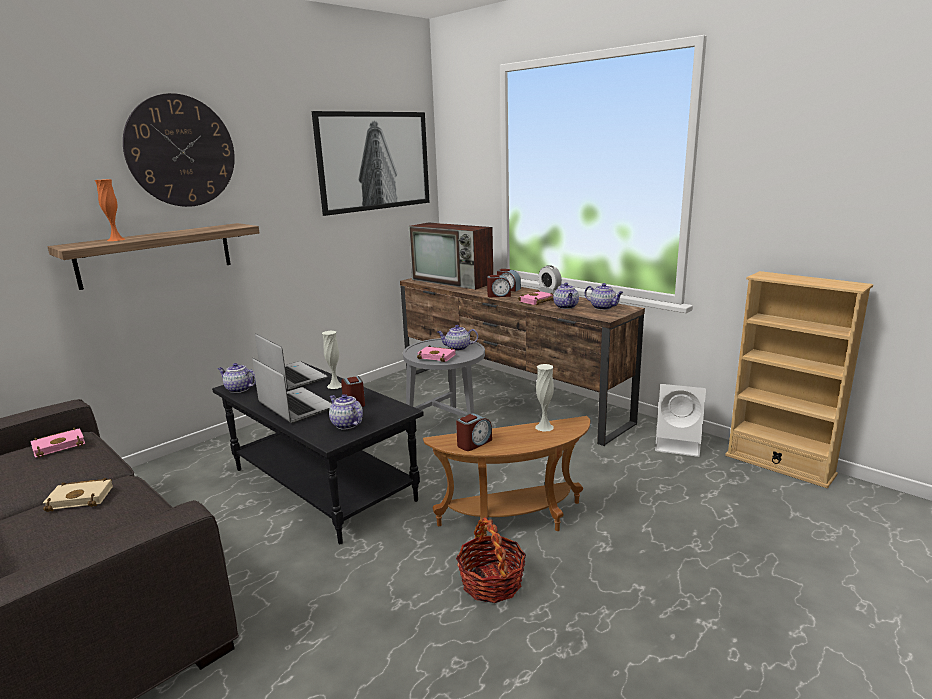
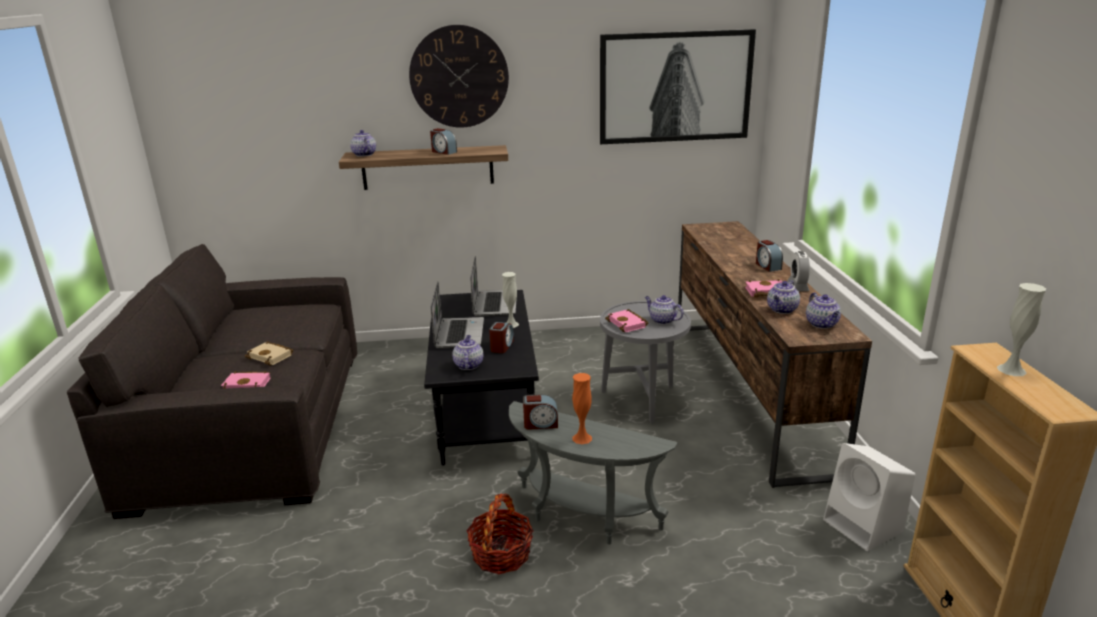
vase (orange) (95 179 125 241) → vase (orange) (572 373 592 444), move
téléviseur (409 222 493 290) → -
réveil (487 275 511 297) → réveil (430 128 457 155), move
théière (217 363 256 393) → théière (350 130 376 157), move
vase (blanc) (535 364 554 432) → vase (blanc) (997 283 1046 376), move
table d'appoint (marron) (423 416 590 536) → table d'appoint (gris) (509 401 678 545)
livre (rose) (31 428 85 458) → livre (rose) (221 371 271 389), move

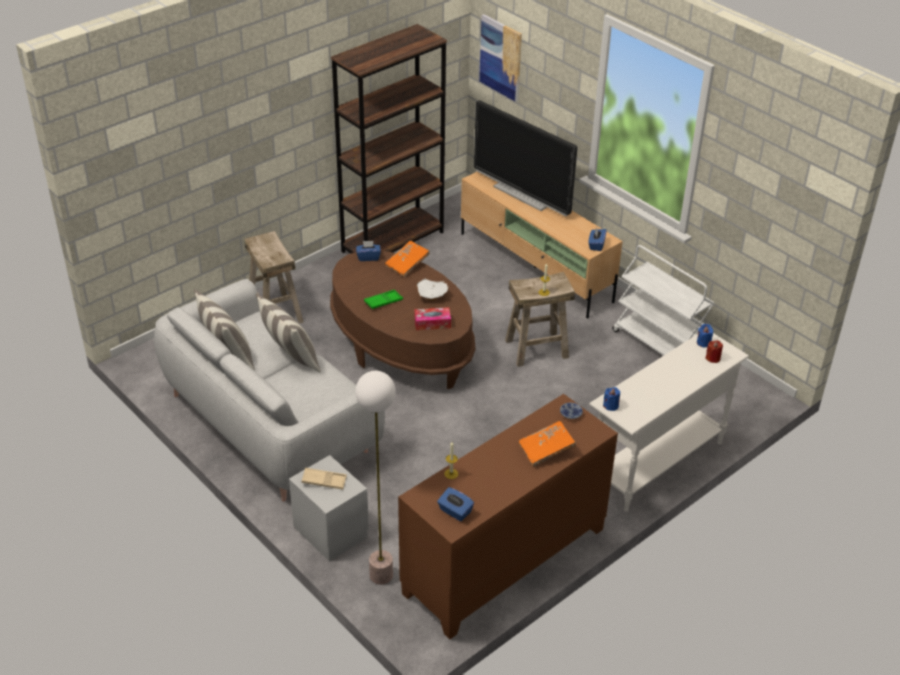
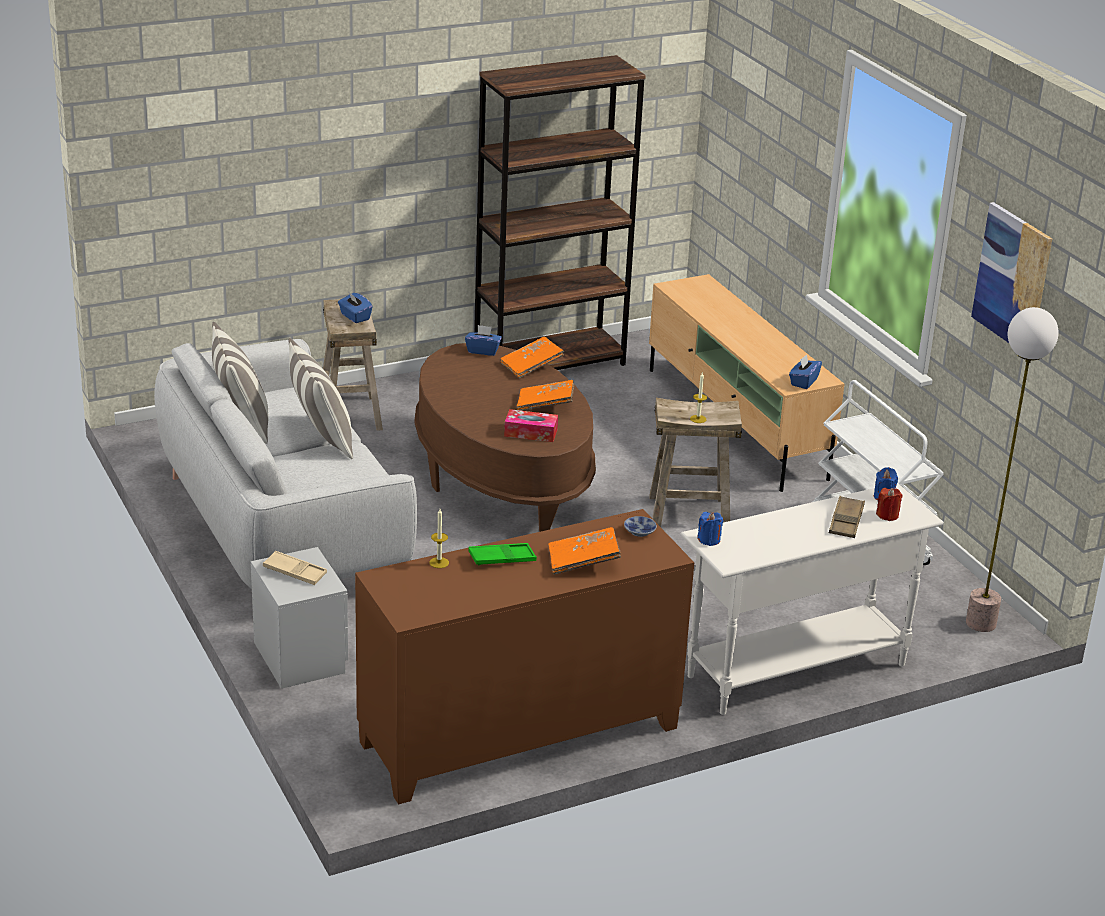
tableau (479 14 522 102) → tableau (971 202 1052 343), move
téléviseur (474 100 578 216) → -
bol (blanc) (416 278 448 301) → livre (orange) (517 380 574 411)
plateau (vert) (364 290 403 309) → plateau (vert) (468 543 537 566), move
lampadaire (355 371 396 585) → lampadaire (966 307 1059 632), move
boîte à mouchoirs (bleu) (437 487 474 521) → boîte à mouchoirs (bleu) (338 291 373 323), move
- → plateau (marron) (829 496 865 538)

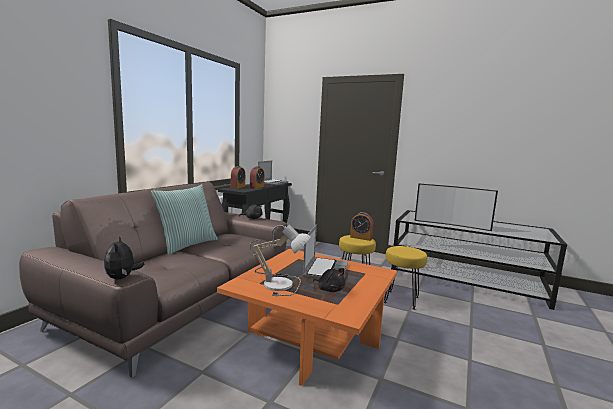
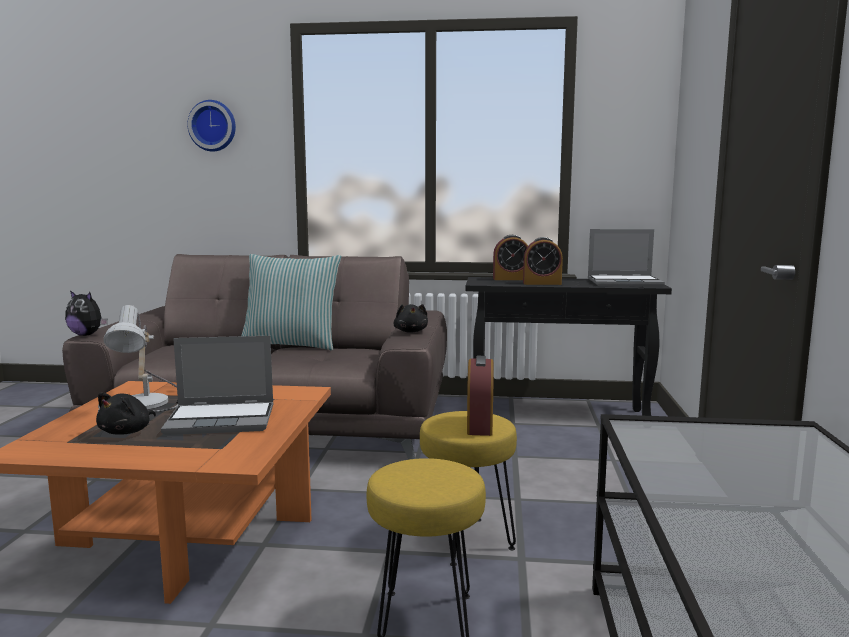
téléviseur (415 184 498 231) → -
peluche (104 236 144 279) → peluche (65 290 108 336), 120 degrees counterclockwise
- → horloge murale (187 100 236 152)

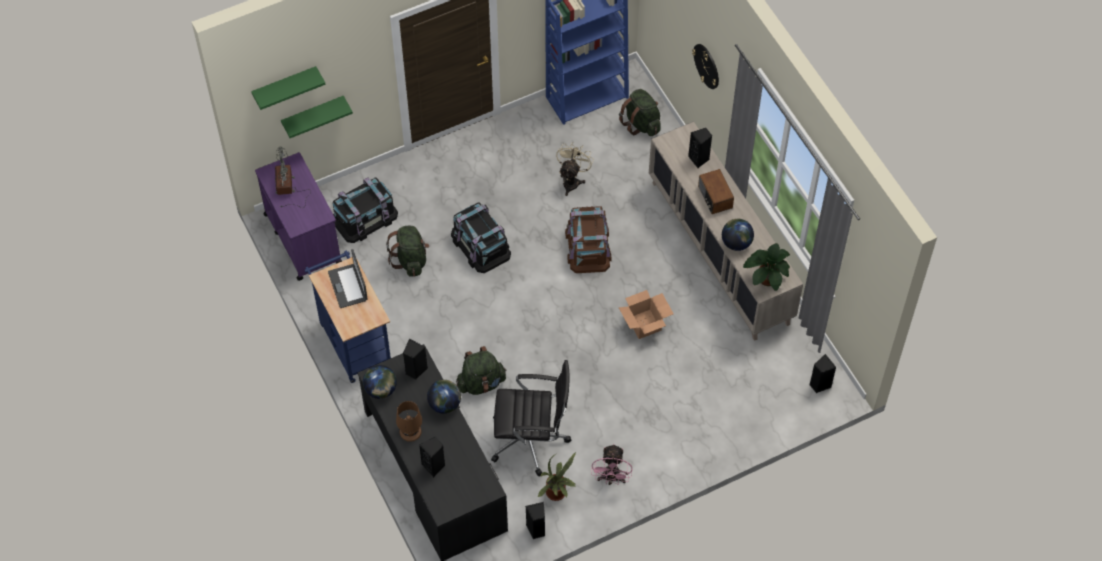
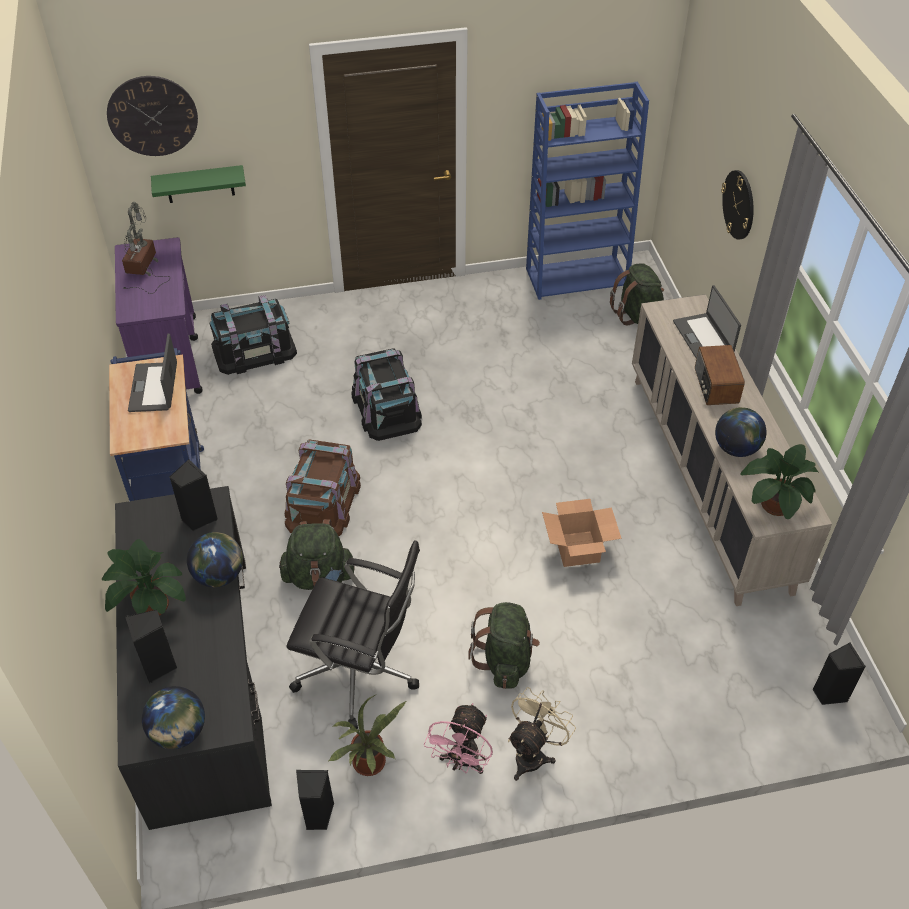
étagère (vert) (251 66 326 110) → horloge murale (107 76 198 156)
enceinte (noir) (688 128 712 168) → ordinateur portable (673 285 741 359)
ventilateur (beige) (556 142 594 196) → ventilateur (beige) (508 687 576 781), move
boîte de rangement (marron) (565 206 612 273) → boîte de rangement (marron) (285 439 361 536), move
sac à dos (vert) (386 226 429 277) → sac à dos (vert) (468 602 540 689), move
globe (363 365 397 399) → globe (142 686 205 749), move
lampe de table (marron) (396 401 422 442) → plante en pot (102 539 186 616)

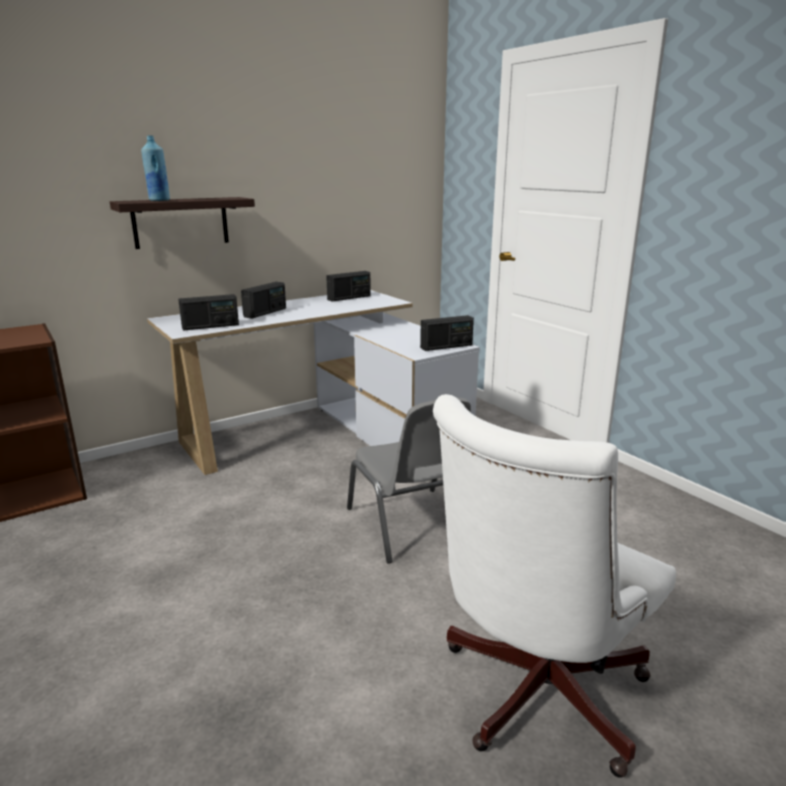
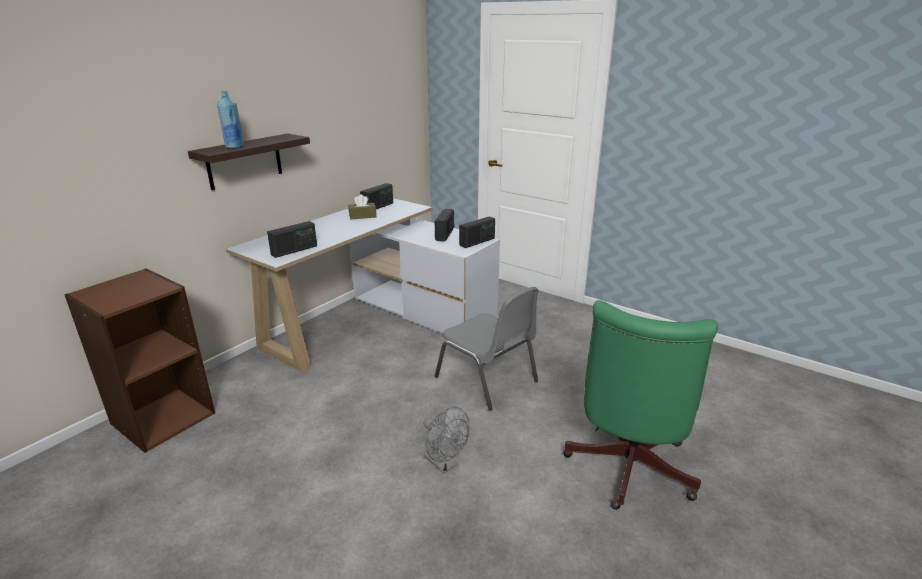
radio (241 282 286 319) → radio (435 209 454 242), move
chaise de bureau (blanc) (433 394 676 778) → chaise de bureau (vert) (563 300 718 510)
- → boîte à mouchoirs (marron) (348 195 376 219)
- → ventilateur (gris) (423 407 470 474)

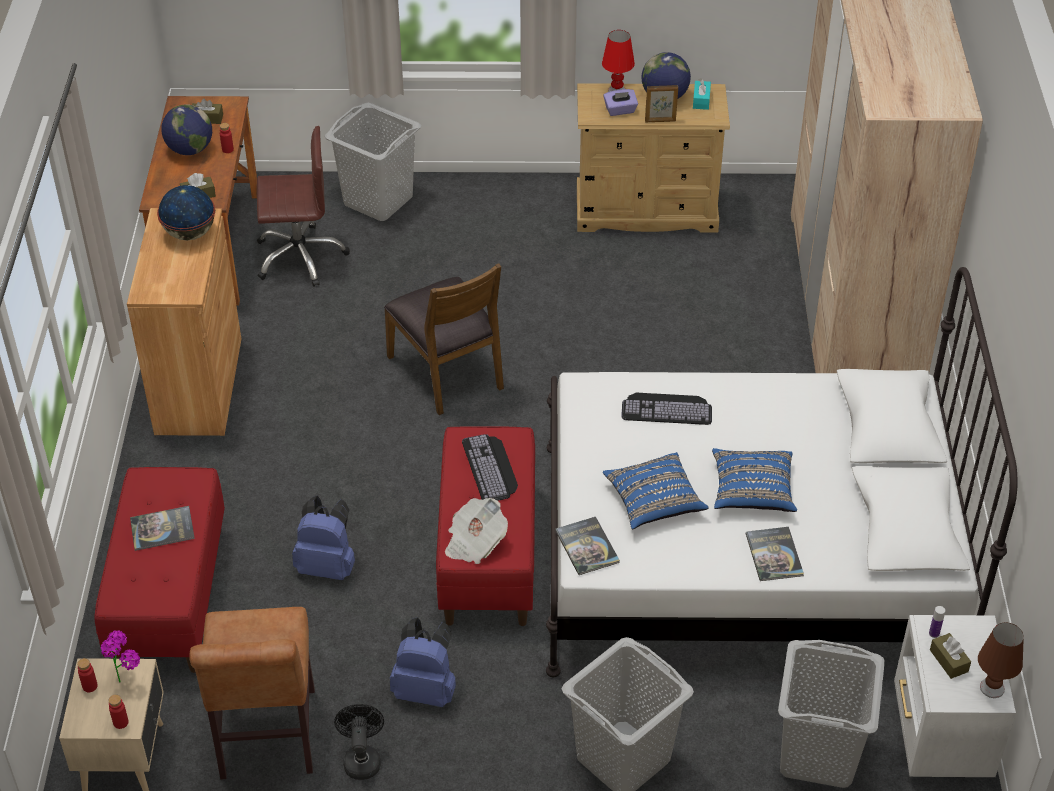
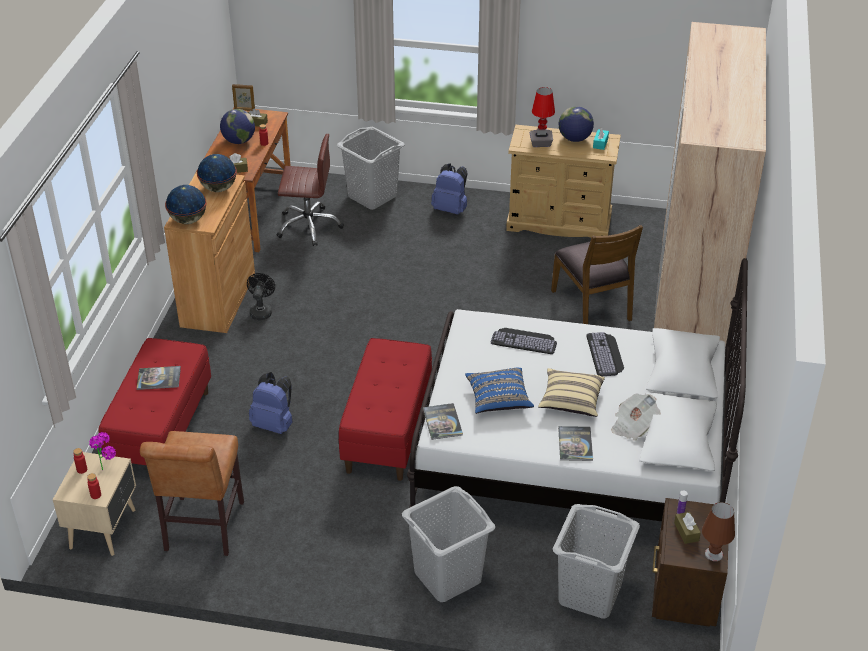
cadre photo (645 85 678 122) → cadre photo (232 84 255 111), move
boîte à mouchoirs (violet) (603 89 638 116) → boîte à mouchoirs (gris) (530 129 553 147)
chaise (marron) (384 263 504 415) → chaise (marron) (551 225 643 324), move
clavier (462 434 518 501) → clavier (586 332 624 376), move
coussin (bleu) (712 448 797 512) → coussin (beige) (538 368 605 417)
journal (445 498 508 564) → journal (611 393 661 441), move
table de chevet (blanc) (894 615 1016 777) → table de chevet (marron) (652 498 728 627)
sac à dos (bleu) (390 617 456 707) → sac à dos (bleu) (431 163 468 215), move
ventilateur (noir) (334 704 384 780) → ventilateur (noir) (247 273 275 320), move
- → globe (165 185 207 224)

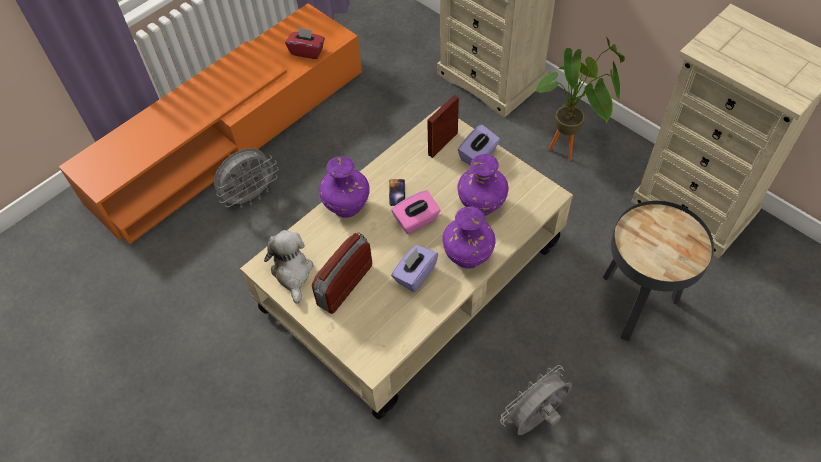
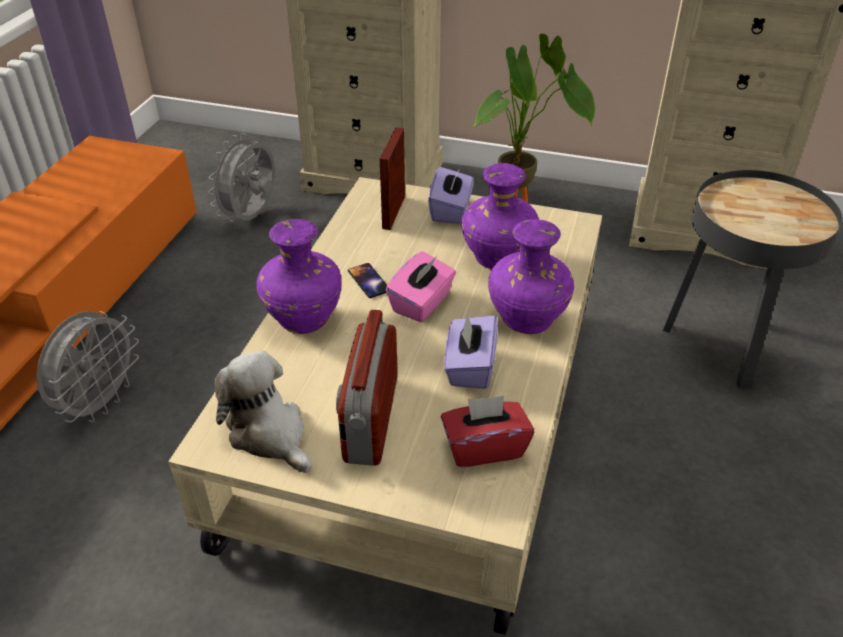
boîte à mouchoirs (rouge) (285 27 325 59) → boîte à mouchoirs (rouge) (441 395 534 467), move
ventilateur (gris) (500 365 572 435) → ventilateur (gris) (208 133 275 222), move

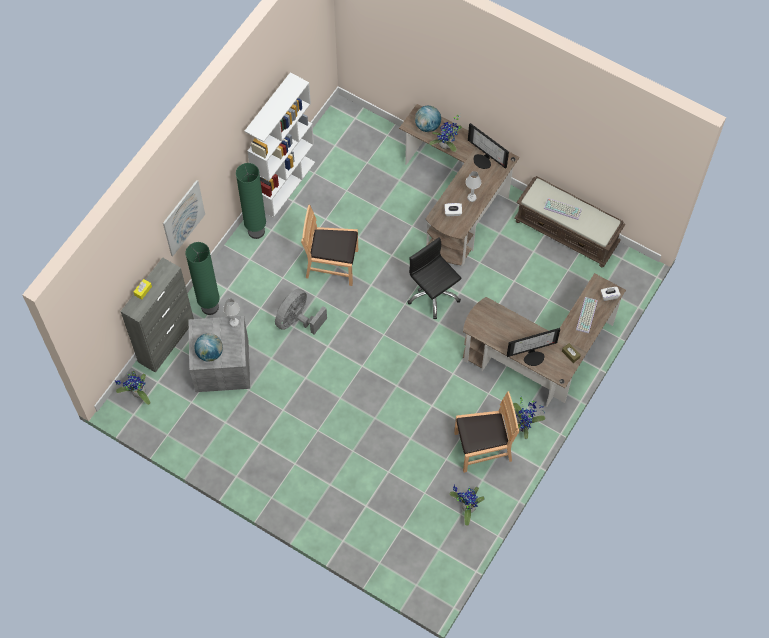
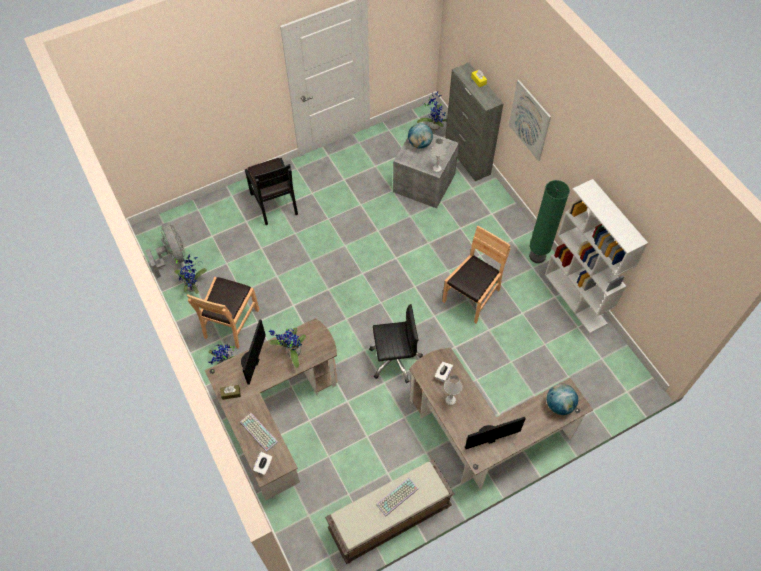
plante en pot (429 114 462 152) → plante en pot (269 328 306 368), move
lampadaire (vert) (185 242 220 315) → -
ventilateur (gris) (275 289 327 334) → ventilateur (gris) (145 223 185 278), move
- → chaise (noir) (245 158 298 225)

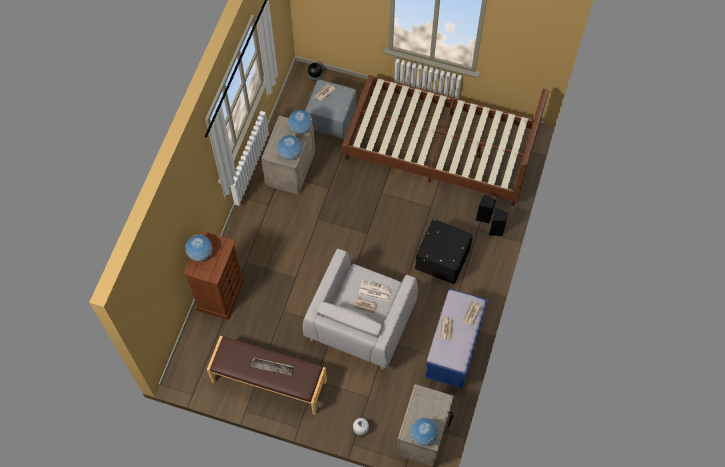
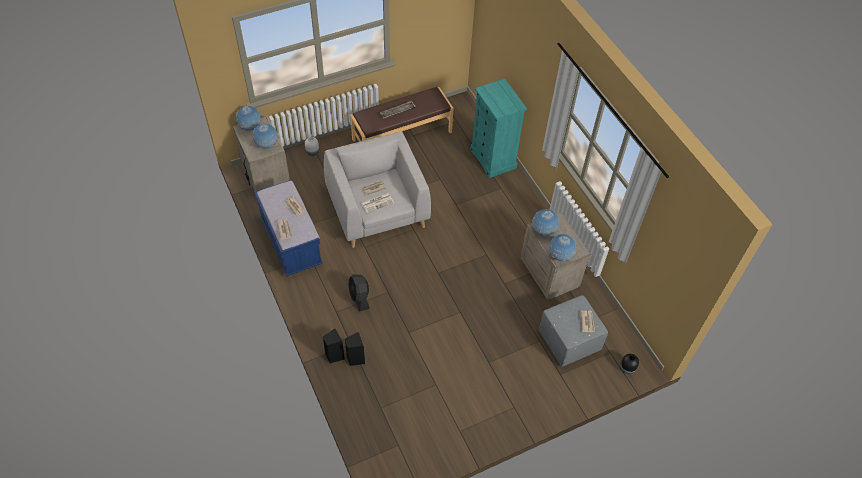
lit (marron) (342 75 549 206) → -
pouf (noir) (415 219 473 284) → ventilateur (noir) (349 274 369 312)
commode (marron) (183 231 244 320) → commode (turquoise) (470 79 527 178)
globe (185 234 212 261) → globe (253 124 278 149), move

